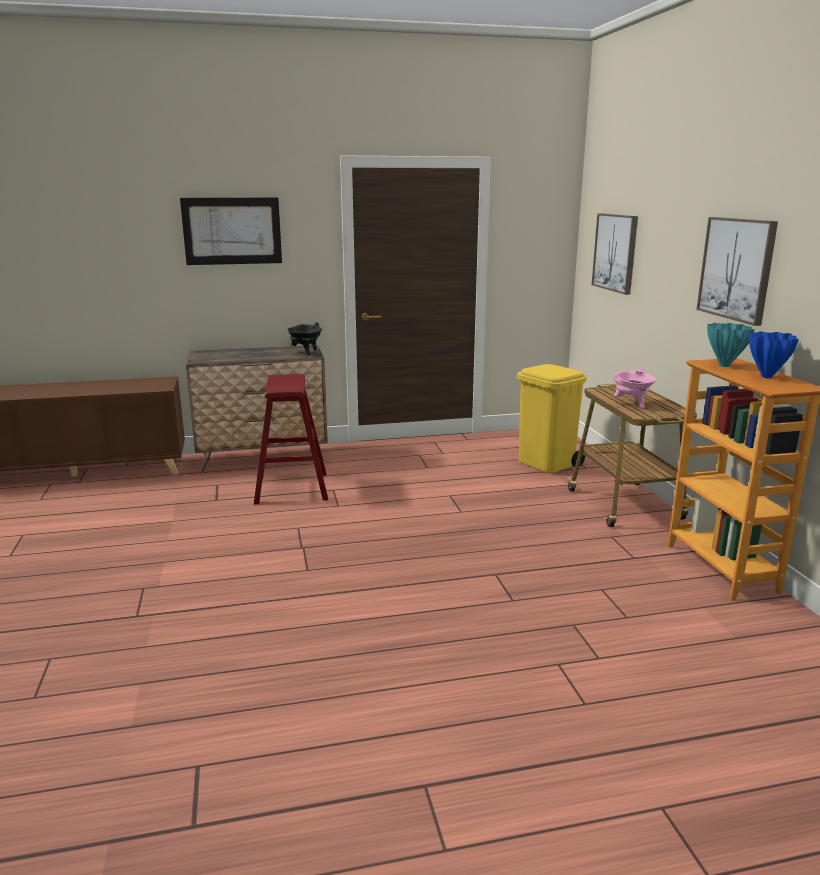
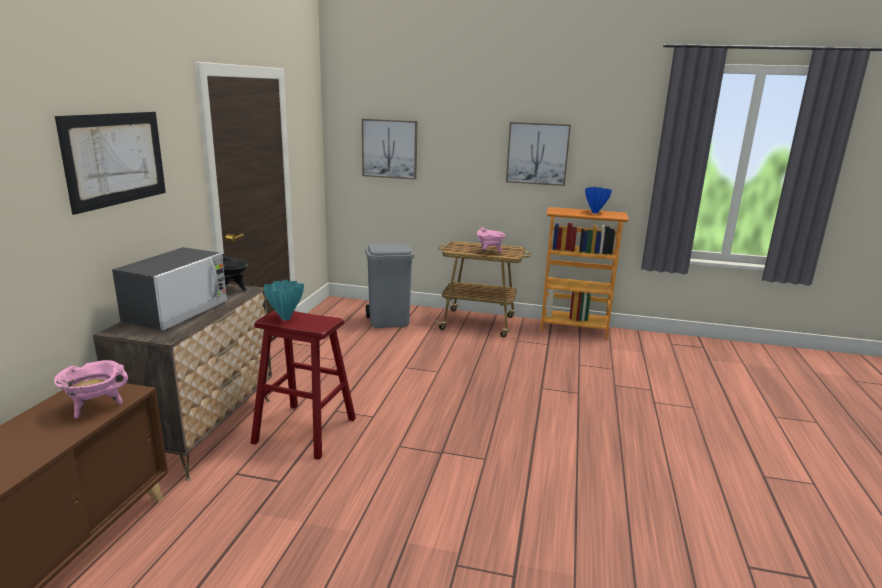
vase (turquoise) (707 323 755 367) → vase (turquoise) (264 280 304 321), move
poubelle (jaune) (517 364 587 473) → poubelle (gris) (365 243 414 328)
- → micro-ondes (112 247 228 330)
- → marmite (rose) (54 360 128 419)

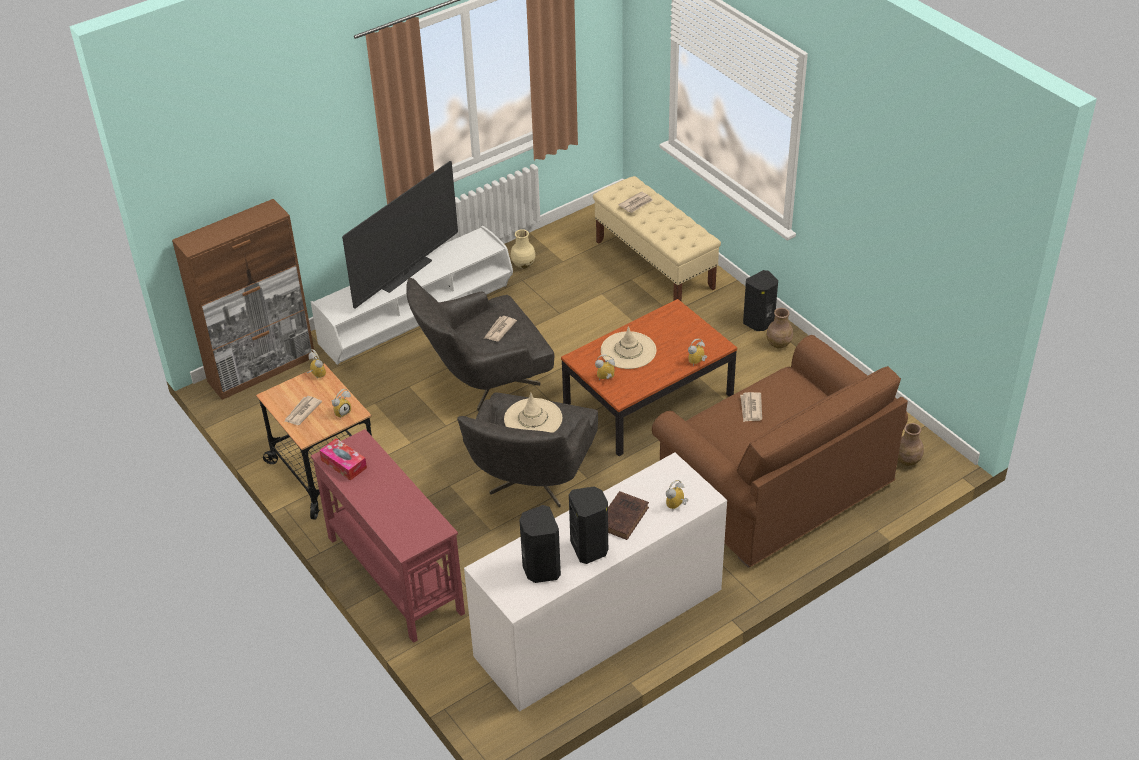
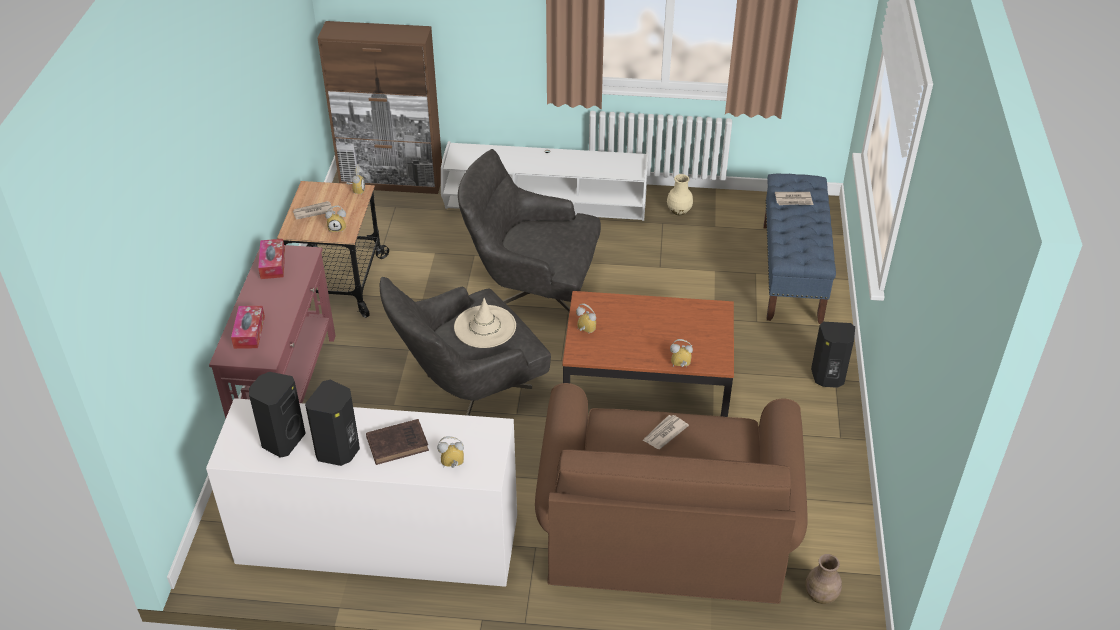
téléviseur (342 161 458 309) → -
banc (beige) (593 176 721 301) → banc (bleu) (763 174 836 324)
vase (marron) (766 308 793 349) → -
journal (484 316 517 341) → -
chapeau (beige) (601 326 656 369) → -
- → boîte à mouchoirs (231 306 265 349)

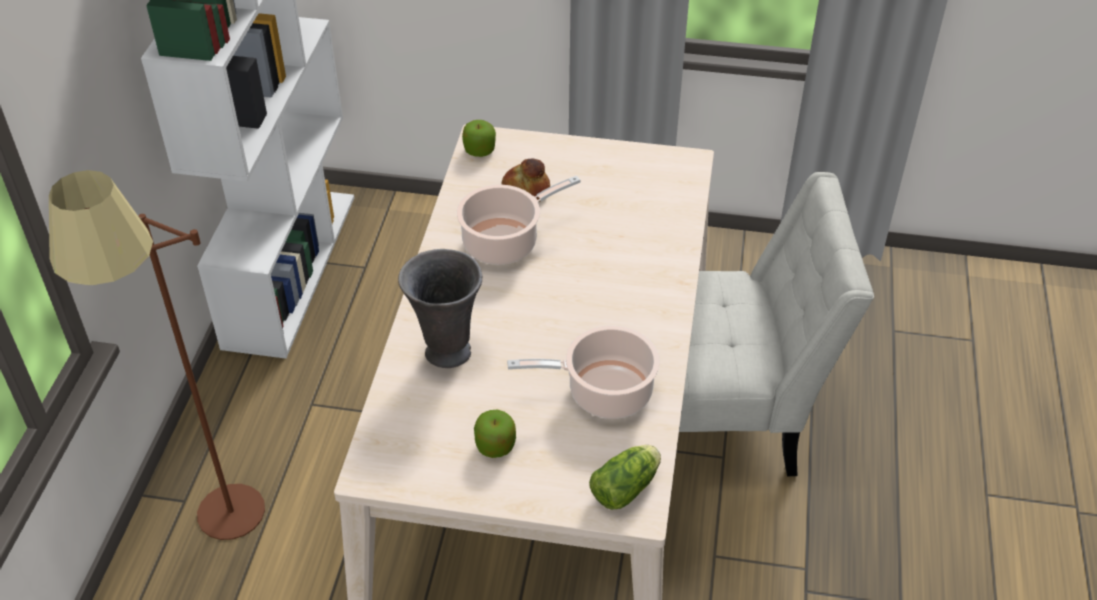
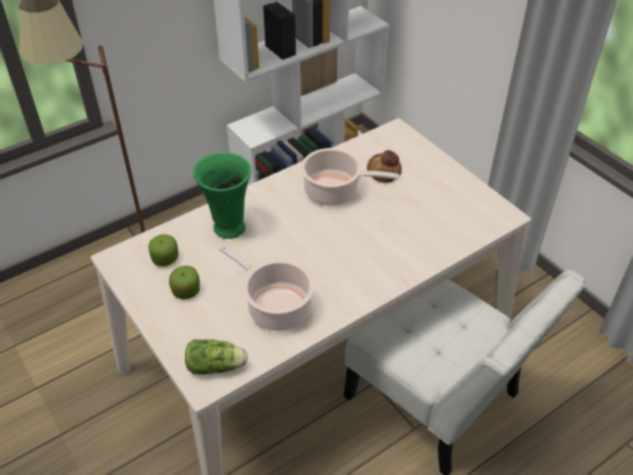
pomme (462 120 496 157) → pomme (149 234 179 267), move
vase (gris) (398 249 482 368) → vase (vert) (193 152 252 239)

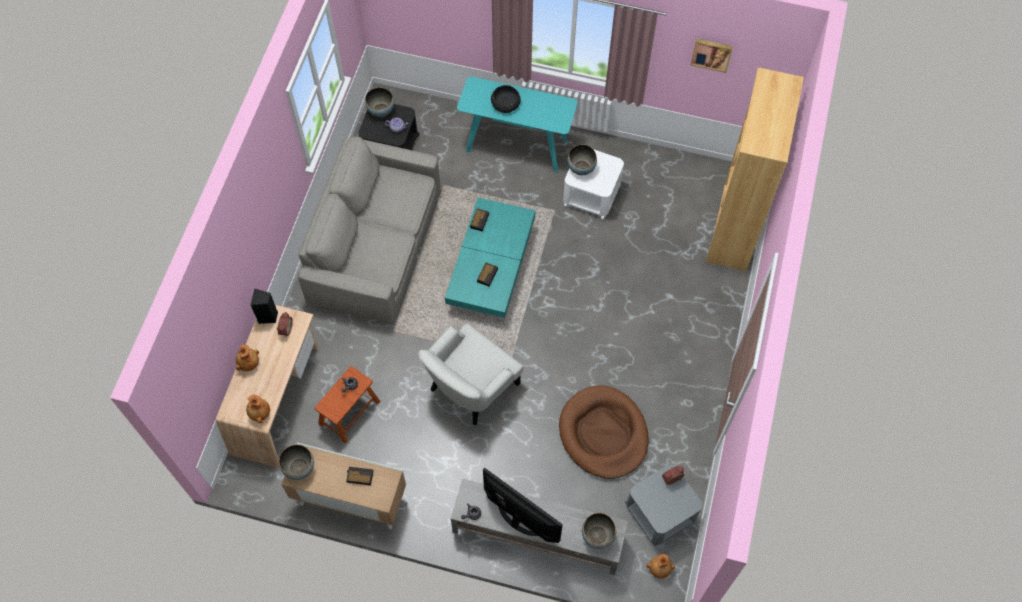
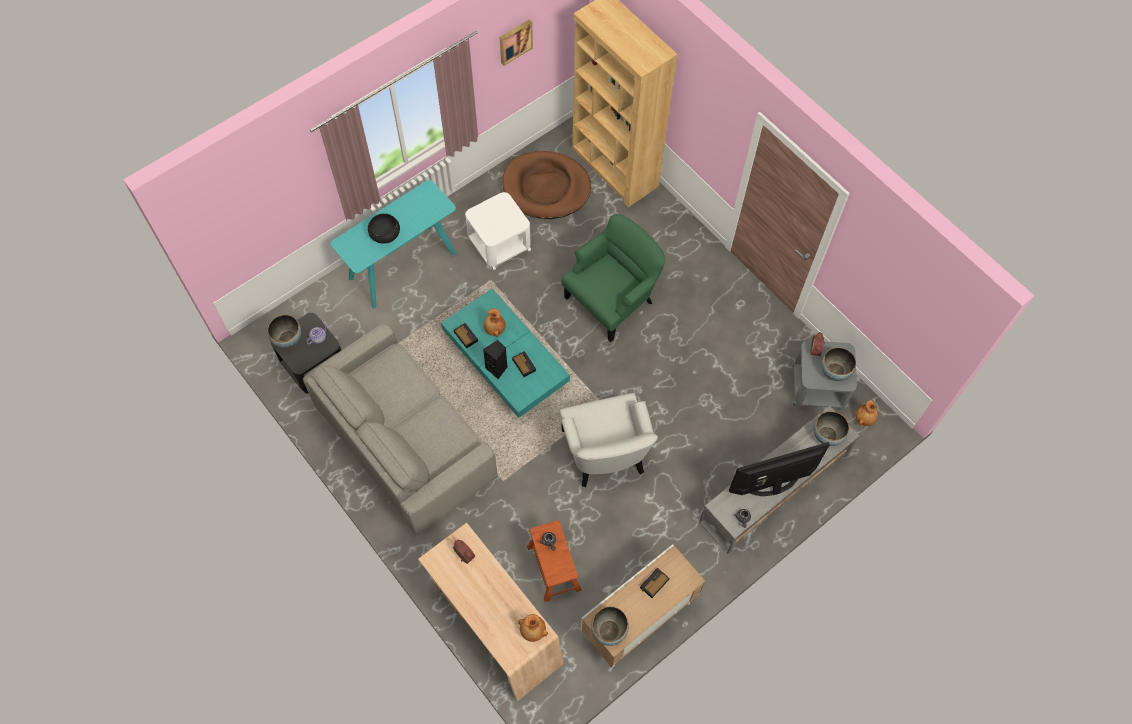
bol (568 144 597 175) → bol (821 347 856 381), move
enceinte (noir) (250 289 278 324) → enceinte (noir) (483 340 507 379), move
vase (marron) (235 344 259 371) → vase (marron) (484 308 506 337), move
panier pour chien (marron) (559 385 649 479) → panier pour chien (marron) (502 151 591 219), move
- → fauteuil (vert) (561 214 665 342)

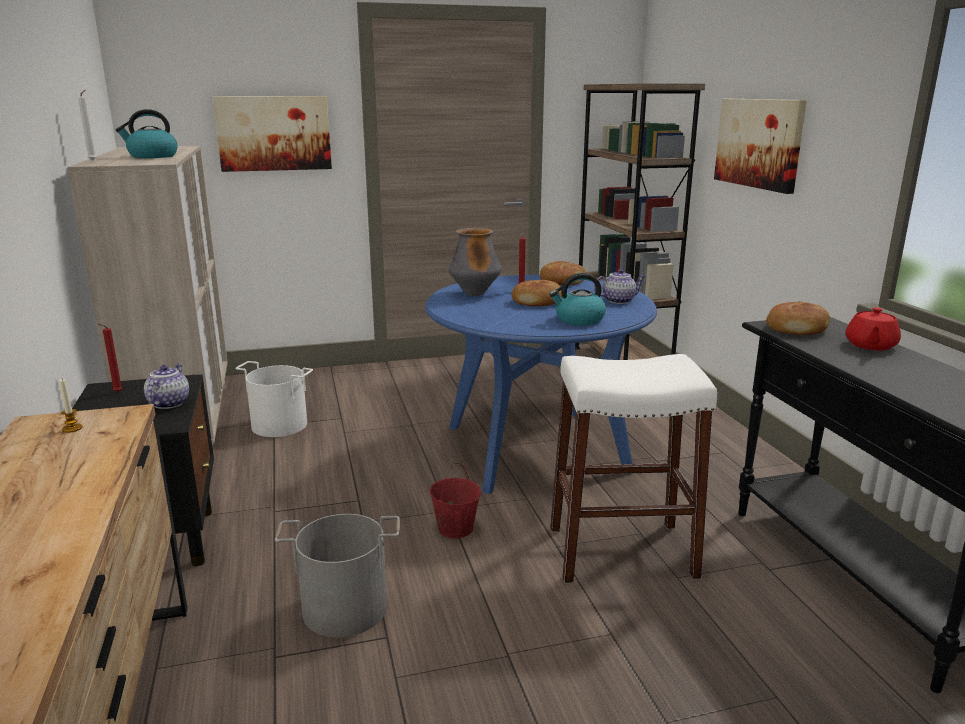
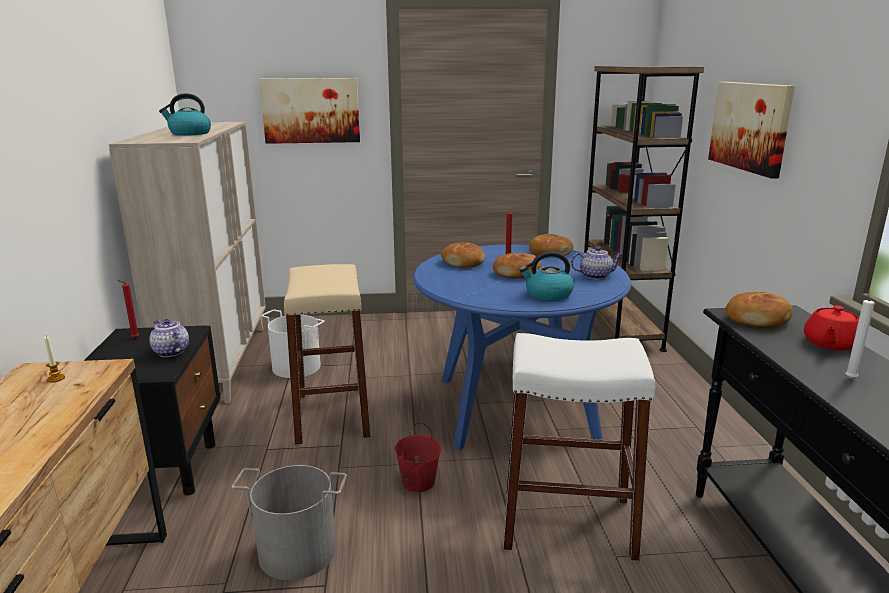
bougie (blanc) (78 90 96 161) → bougie (blanc) (845 290 875 379), move
vase (448 228 502 296) → pain (441 242 485 268)
théière (144 364 189 409) → théière (149 319 189 357), 60 degrees counterclockwise
- → tabouret (beige) (284 264 371 445)

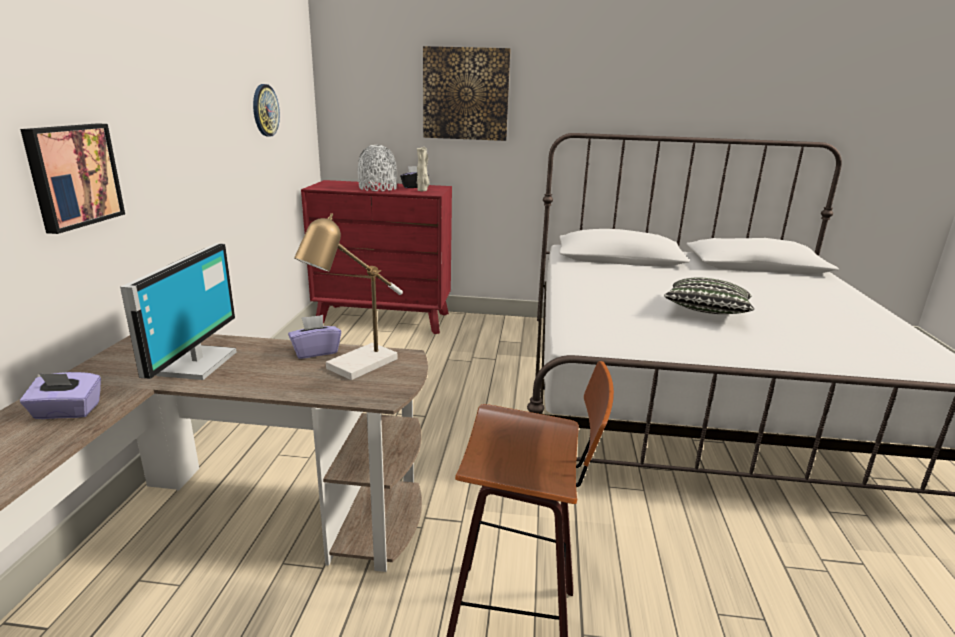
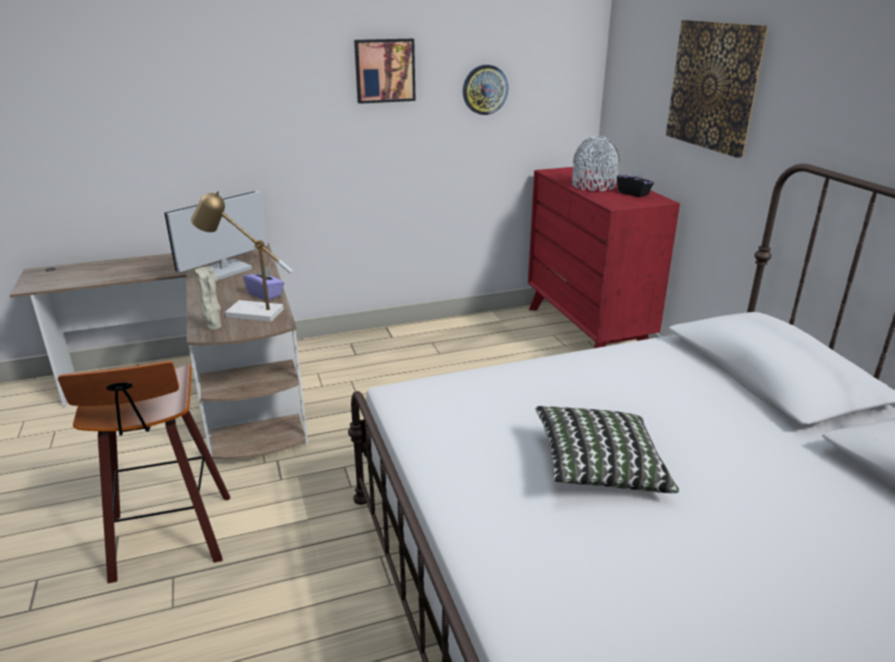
tableau (20 123 125 234) → tableau (354 39 416 104), move
vase (beige) (417 147 429 191) → vase (beige) (195 267 221 330), move
écran d'ordinateur (120 243 236 380) → écran d'ordinateur (164 191 268 280), 150 degrees clockwise
boîte à mouchoirs (violet) (20 372 101 419) → -

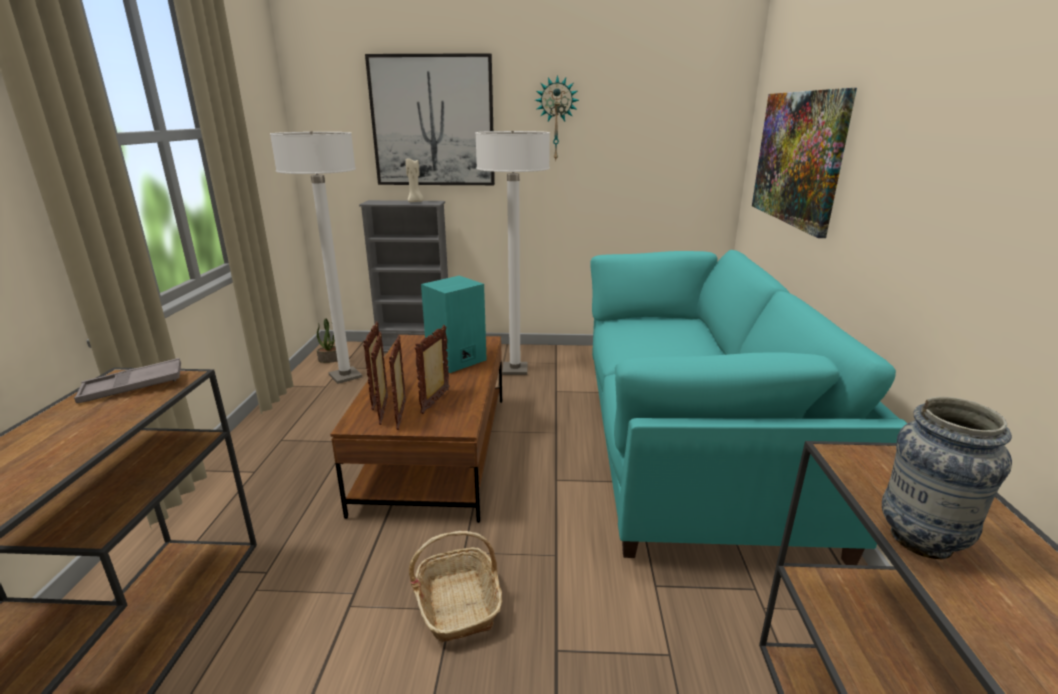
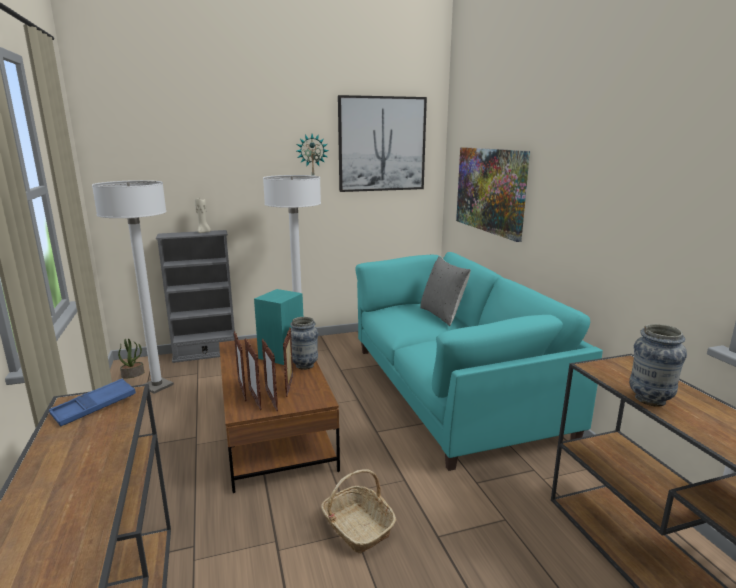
tableau (365 53 495 185) → tableau (338 95 427 192), move
plateau (gris) (74 358 181 403) → plateau (bleu) (49 378 136 426)
- → coussin (gris) (420 256 471 326)
- → vase (290 317 318 370)

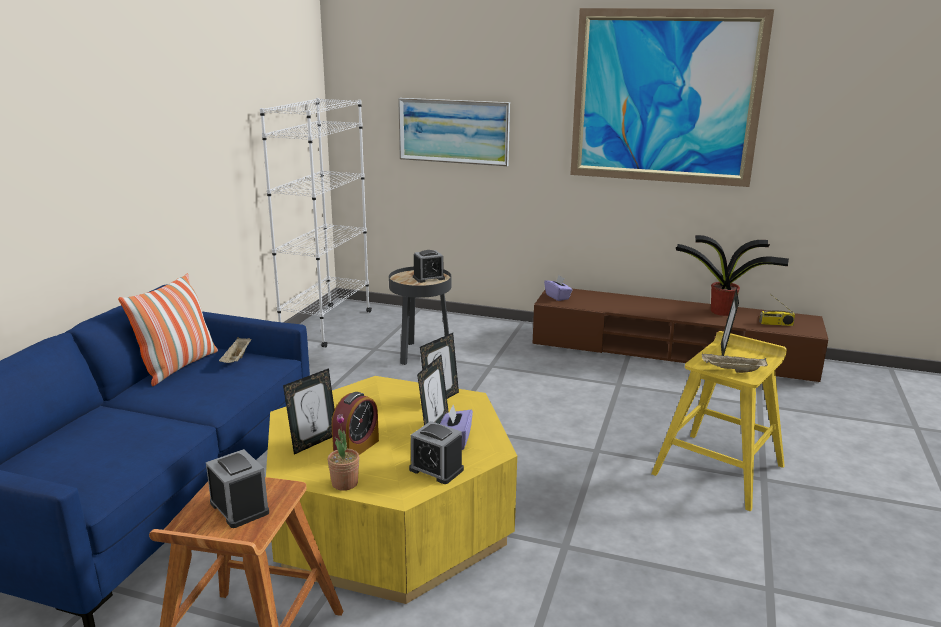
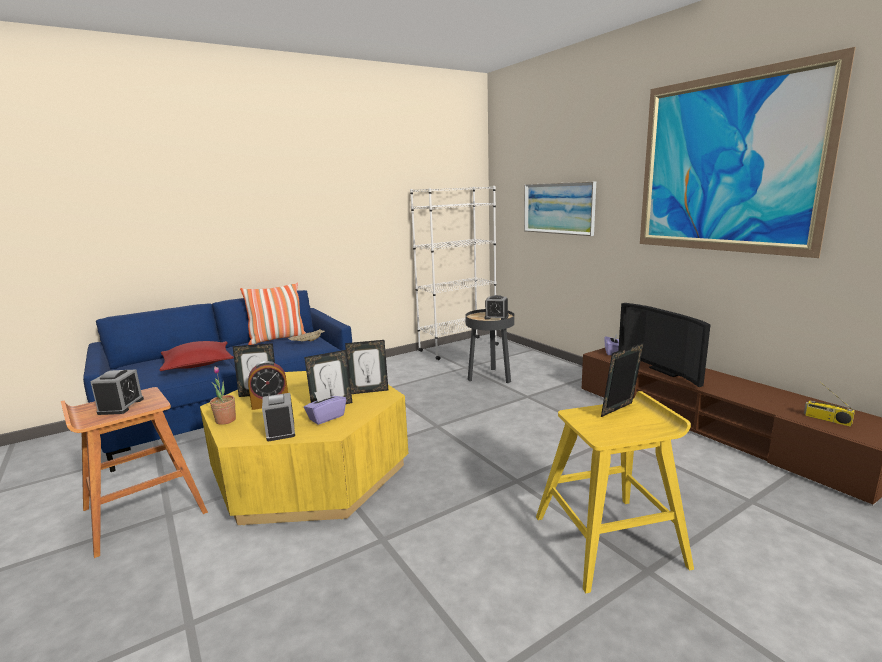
plante en pot (676 235 789 316) → -
plateau (beige) (702 353 768 373) → -
- → téléviseur (618 303 711 387)
- → coussin (rouge) (159 341 234 371)

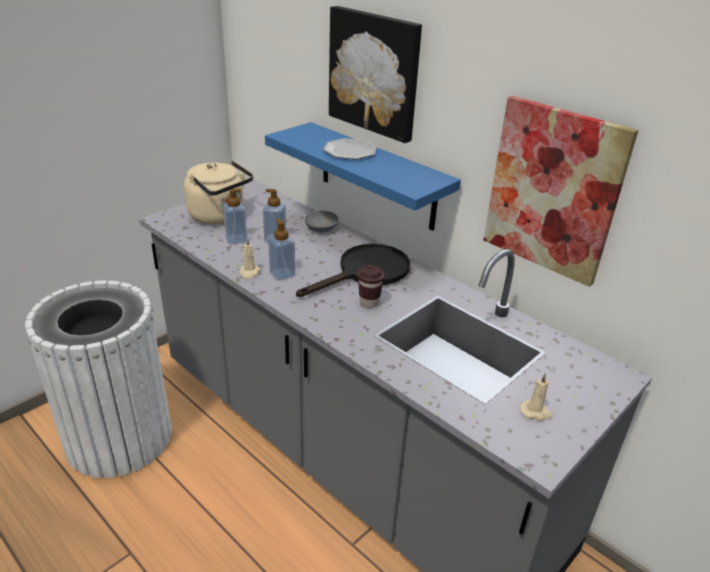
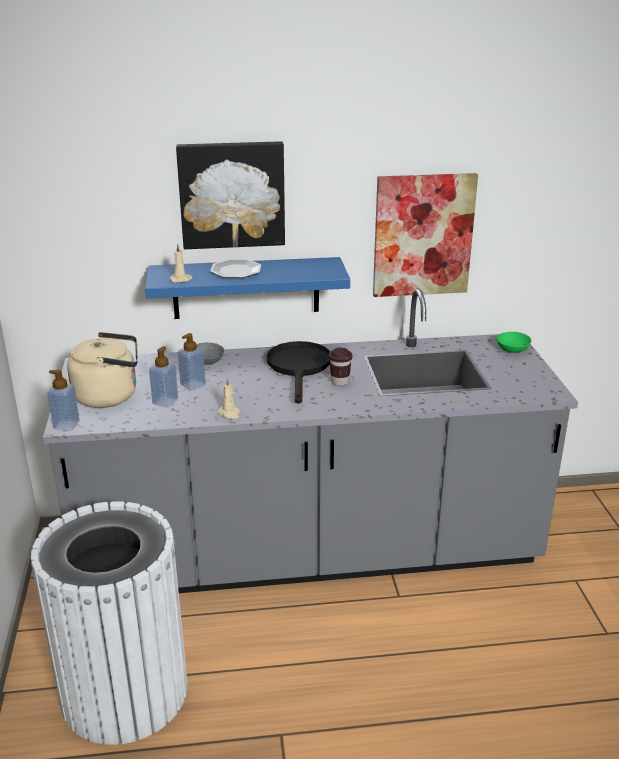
distributeur de savon (268 219 295 281) → distributeur de savon (47 370 80 430), move
bougie (beige) (520 373 553 421) → bougie (beige) (169 243 192 283), move
- → bol (vert) (497 332 531 353)

